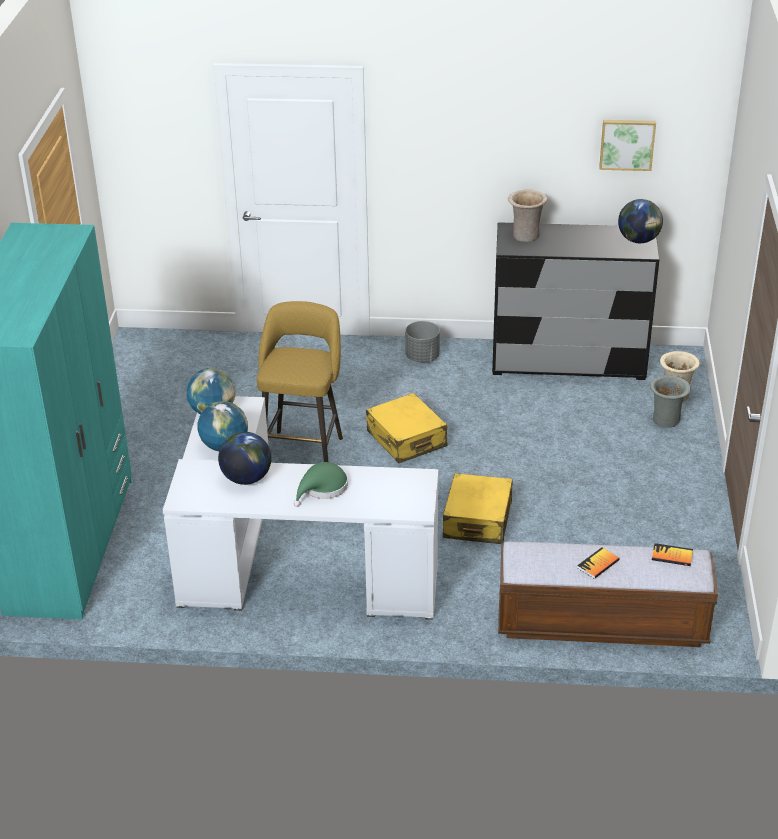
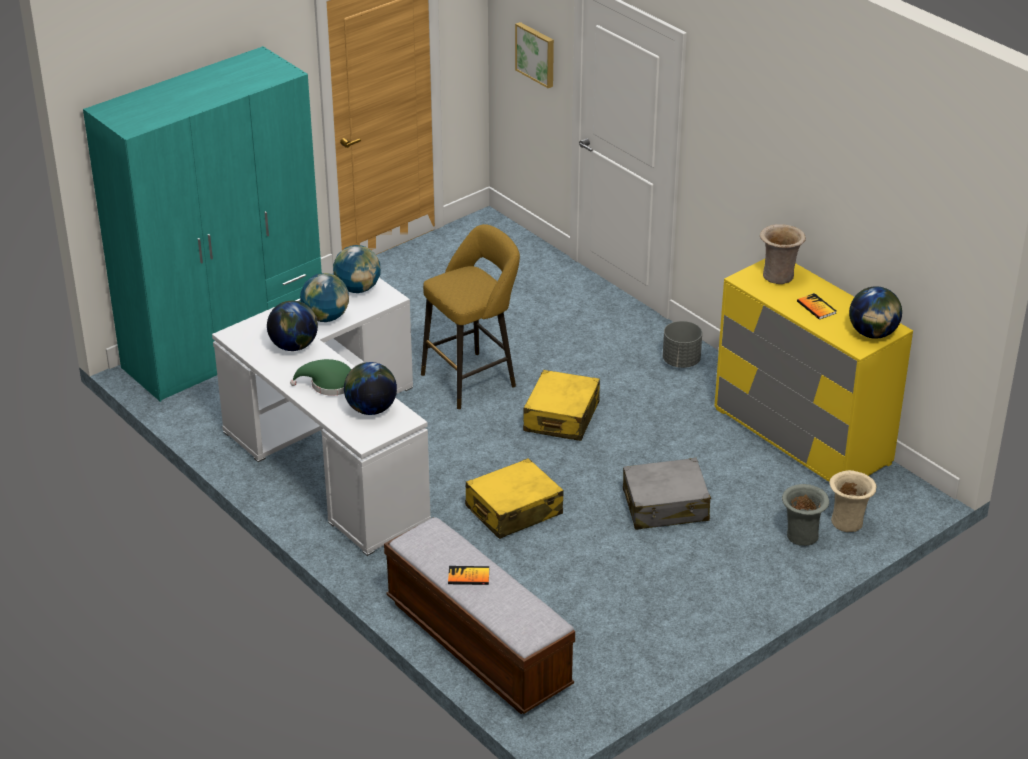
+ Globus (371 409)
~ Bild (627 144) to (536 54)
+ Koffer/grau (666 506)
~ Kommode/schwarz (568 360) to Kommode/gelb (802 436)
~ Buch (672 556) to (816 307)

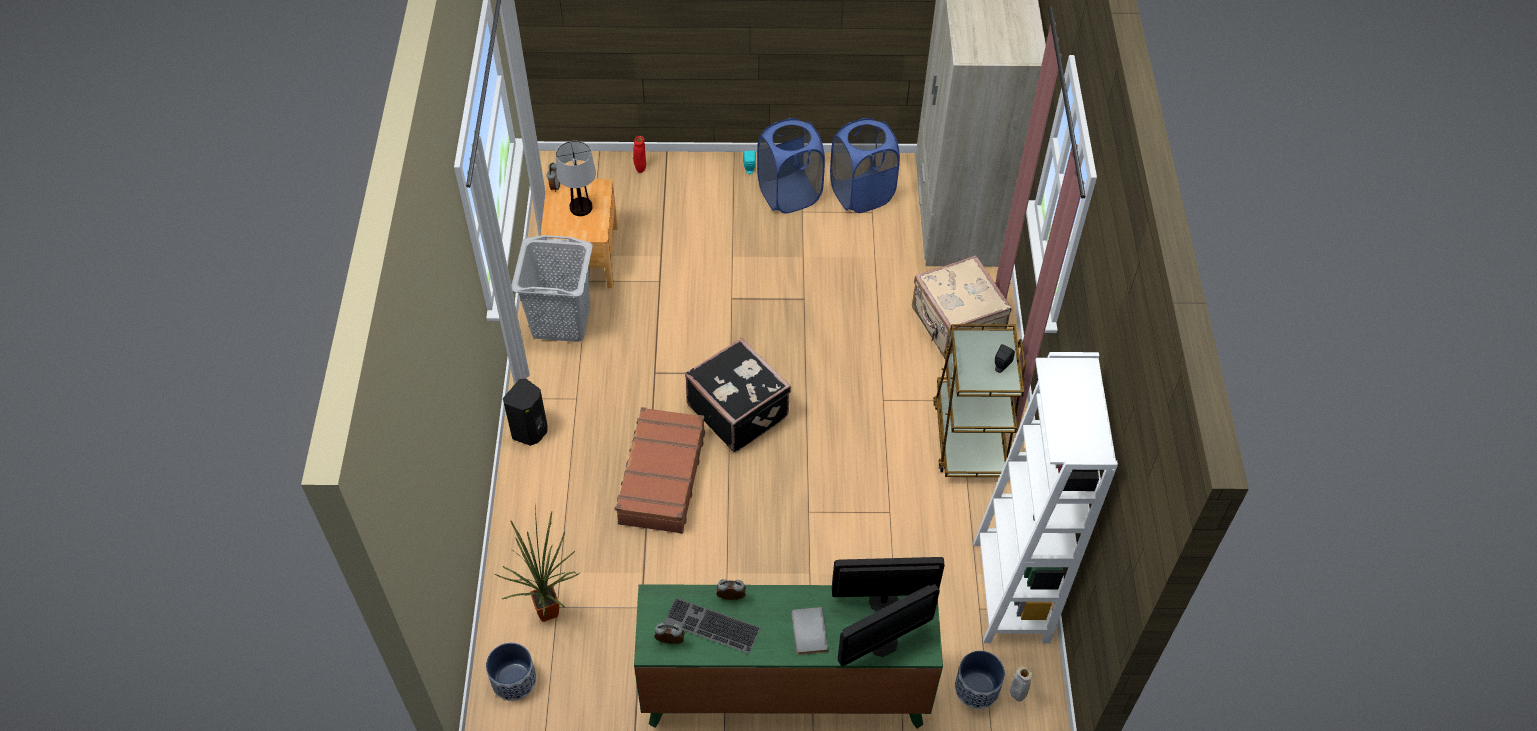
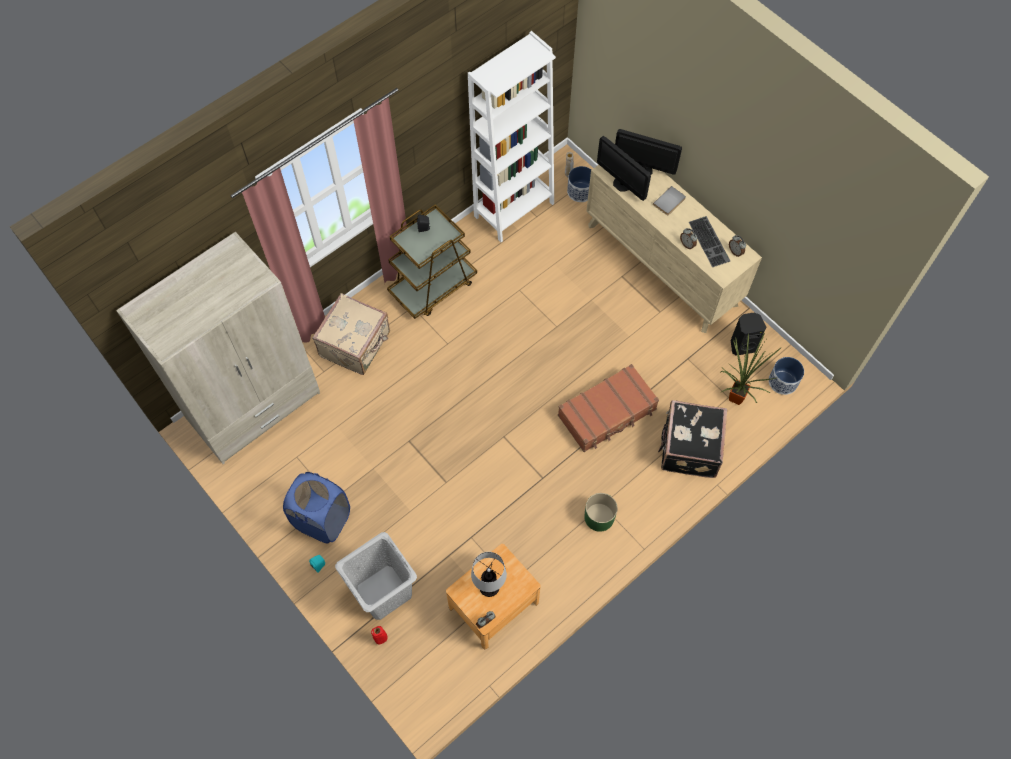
~ Wäschekorb/grau (562 320) to (383 591)
+ Pflanzkübel/grün (599 517)
~ Kommode/grün (784 690) to Kommode/beige (662 265)
~ Koffer/schwarz (738 410) to (688 448)
~ Lautsprecher/schwarz (531 432) to (742 345)
- Wäschekorb/blau (861 194)

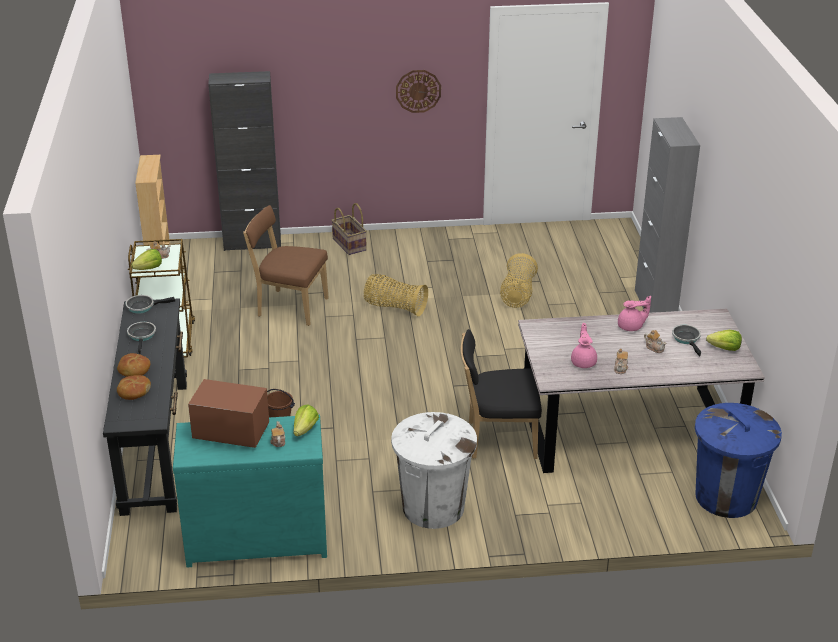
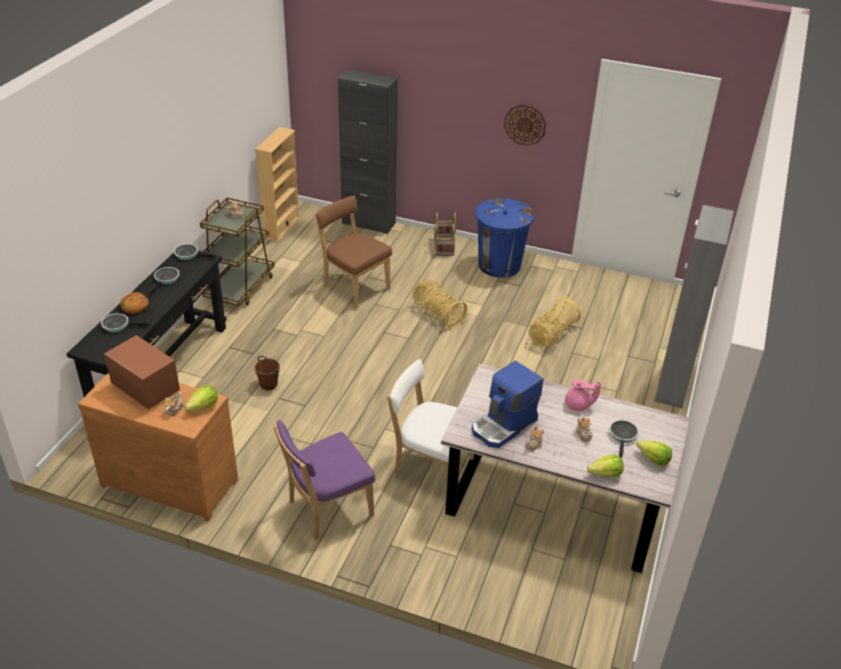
~ Kommode/türkis (256 536) to Kommode/braun (171 480)
~ Brot (133 392) to Pfanne (118 325)
~ Mülleimer/weiß (433 507) to Stuhl/lila (326 510)
~ Stuhl/schwarz (497 440) to Stuhl/weiß (430 466)
~ Teekanne/rosa (583 362) to Kaffeemaschine (504 426)
~ Mülleimer/blau (726 497) to (499 265)
~ Salatkopf (149 268) to (605 474)

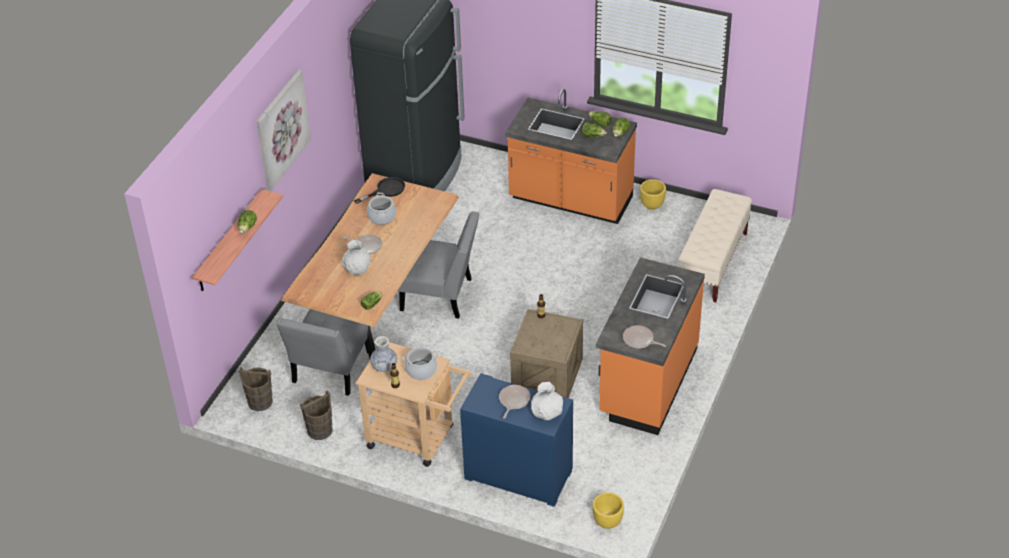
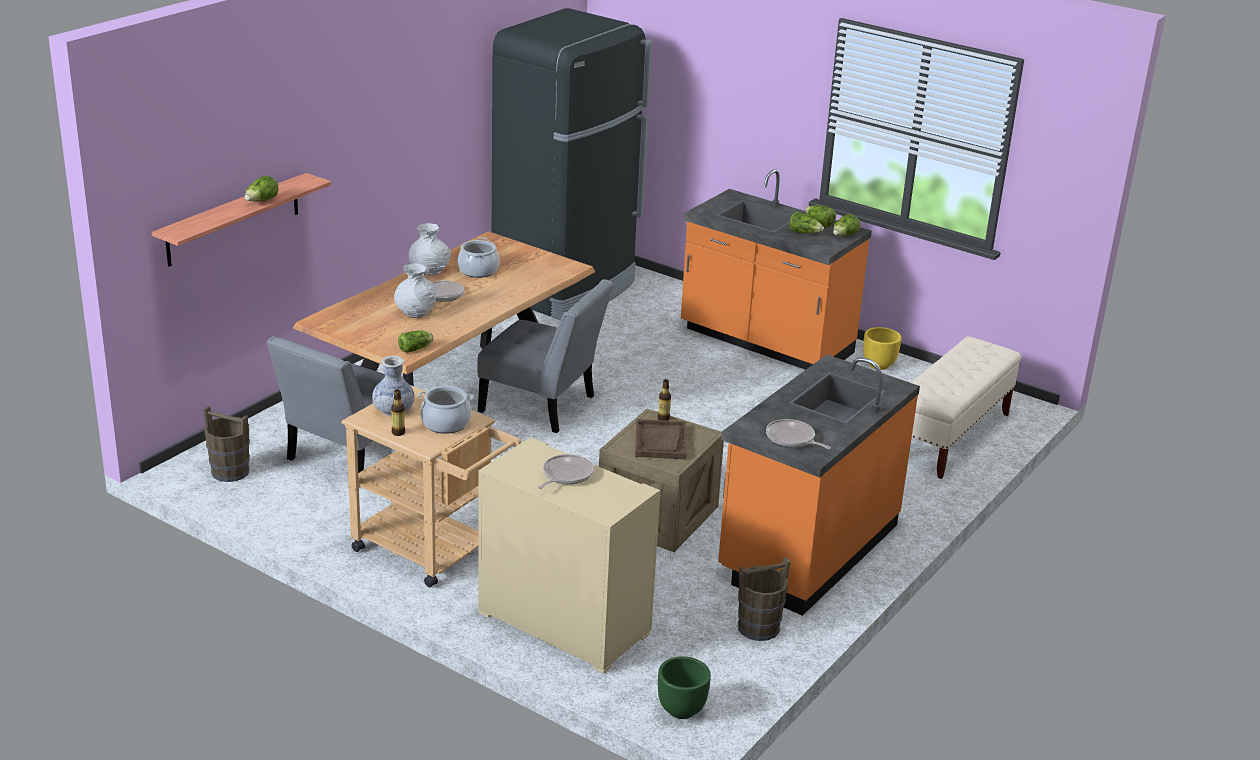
~ Vase/weiß (547 413) to (430 271)
~ Kommode/blau (518 475) to Kommode/beige (563 623)
+ Tablett/braun (660 441)
~ Pflanzkübel/gelb (608 522) to Pflanzkübel/grün (682 710)
~ Eimer/braun (319 430) to (758 628)
- Bild (282 129)
- Pfanne/schwarz (386 190)

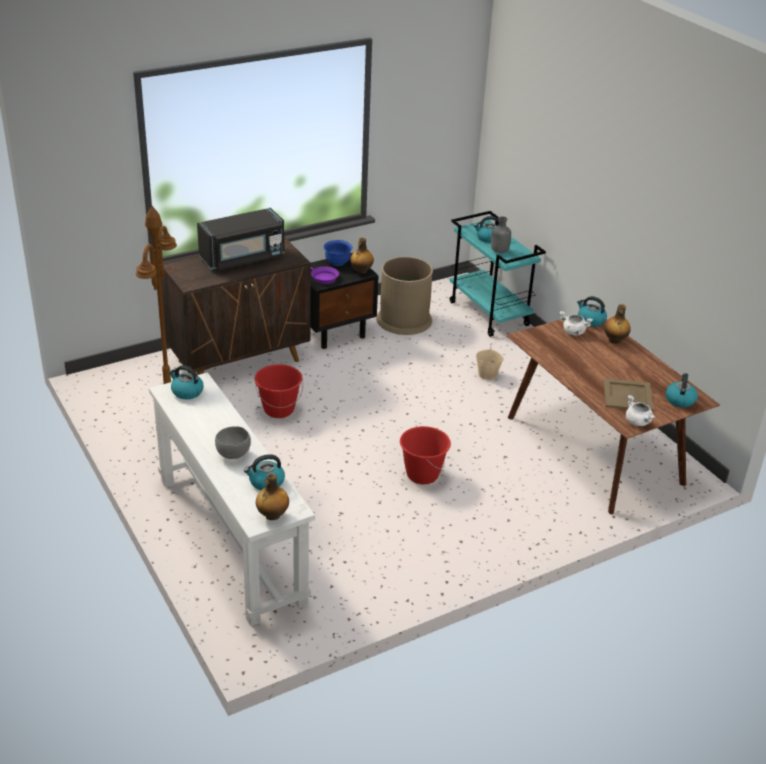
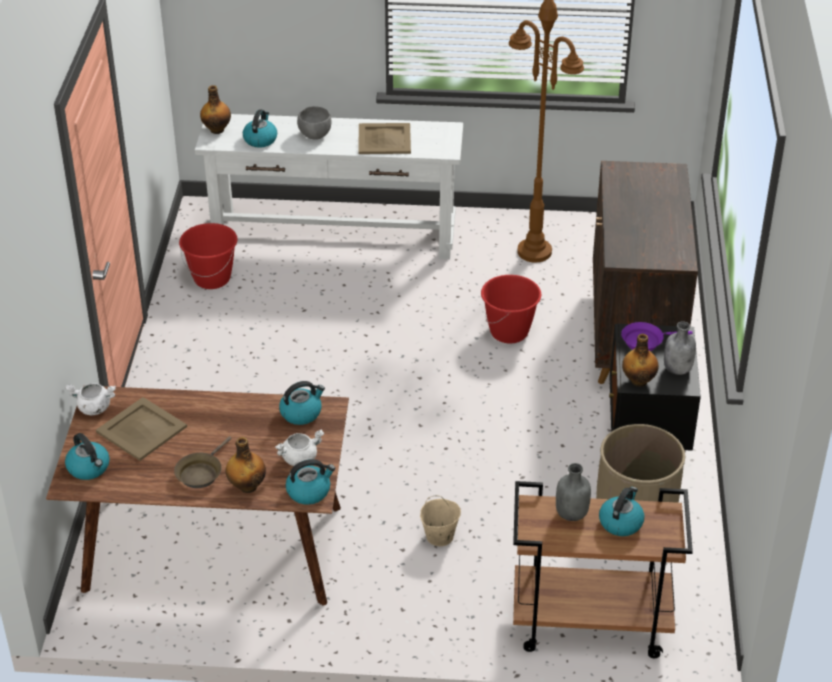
+ Pfanne/braun (201 472)
~ Eimer/rot (422 474) to (212 278)
~ Wasserkessel (186 392) to (301 413)
+ Tablett/beige (385 139)
~ Rollwagen/türkis (489 314) to Rollwagen/braun (589 624)
~ Schüssel/blau (337 263) to Flasche/grau (678 369)
- Mikrowelle/schwarz (243 258)

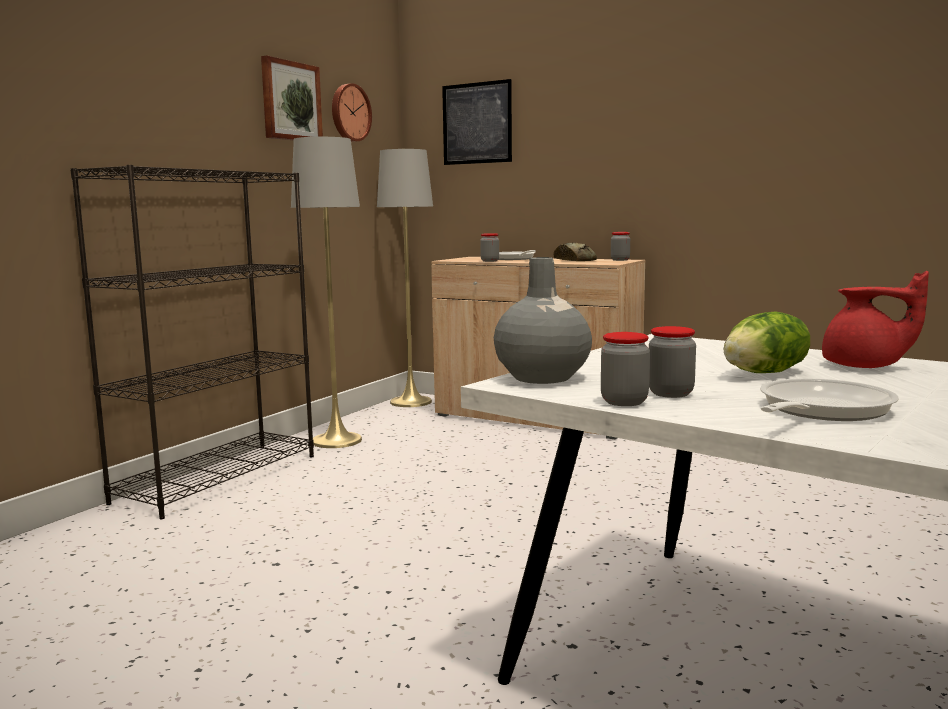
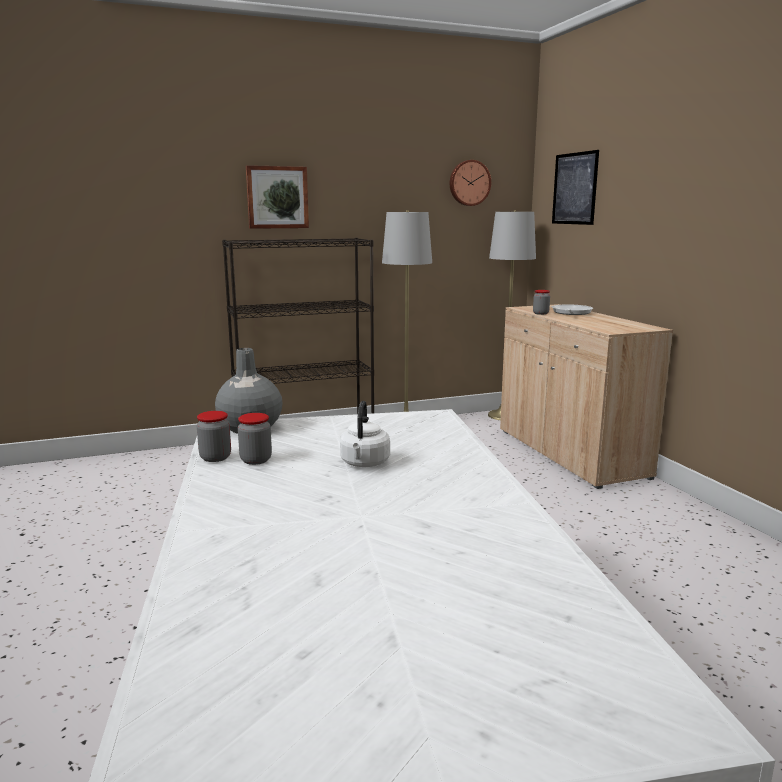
~ Bild (290 101) to (277 197)
~ Salatkopf (765 373) to Wasserkessel/weiß (364 463)
- Brot (575 260)
- Vorratsglas (620 260)
- Pfanne (819 410)
- Teekanne/rot (865 366)

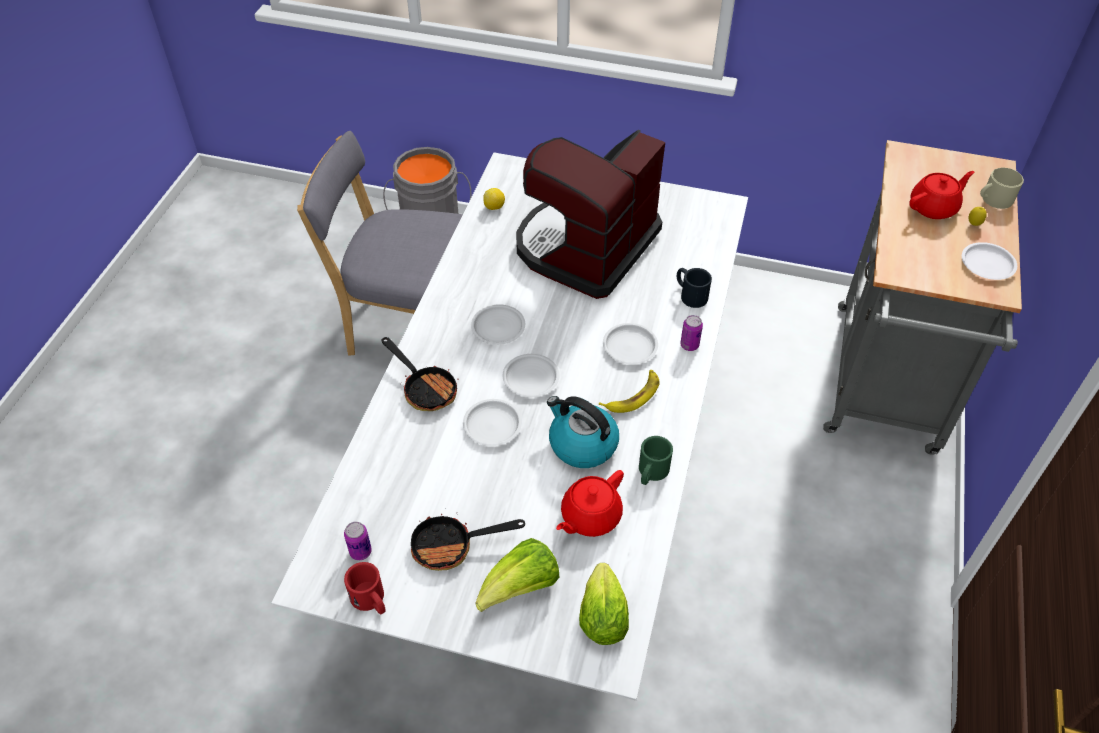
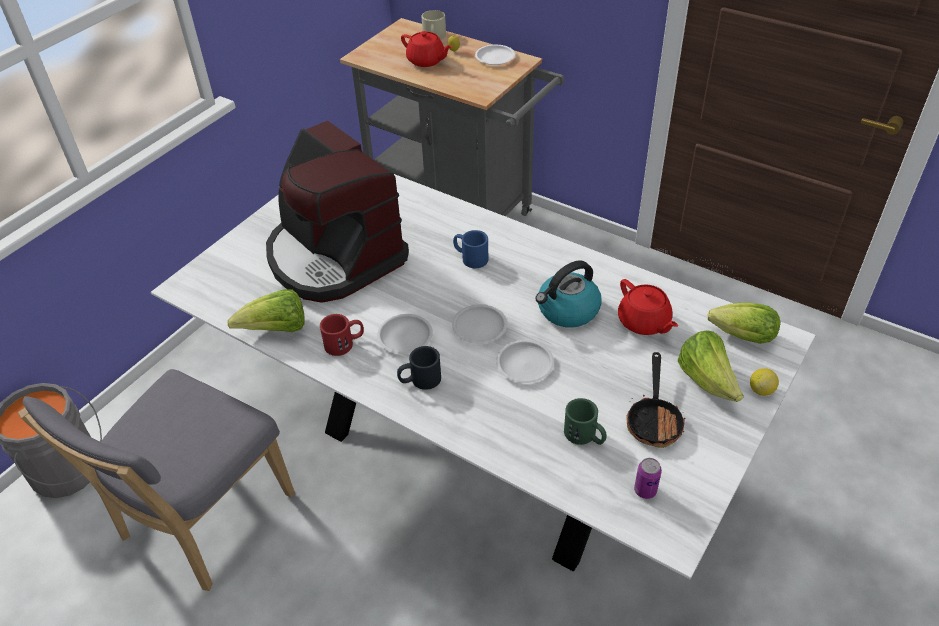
+ Salatkopf (276 330)
~ Henkelbecher/rot (371 601) to (345 343)
~ Henkelbecher/schwarz (690 294) to (419 380)
~ Teekanne/rot (934 207) = (426 61) 135 degrees clockwise
~ Teller/weiß (629 346) to Henkelbecher/blau (470 257)
~ Henkelbecher/grün (651 473) to (585 436)
~ Zitrone (494 207) to (761 390)
- Pfanne (425 388)
- Banane (633 395)
- Dose (689 345)

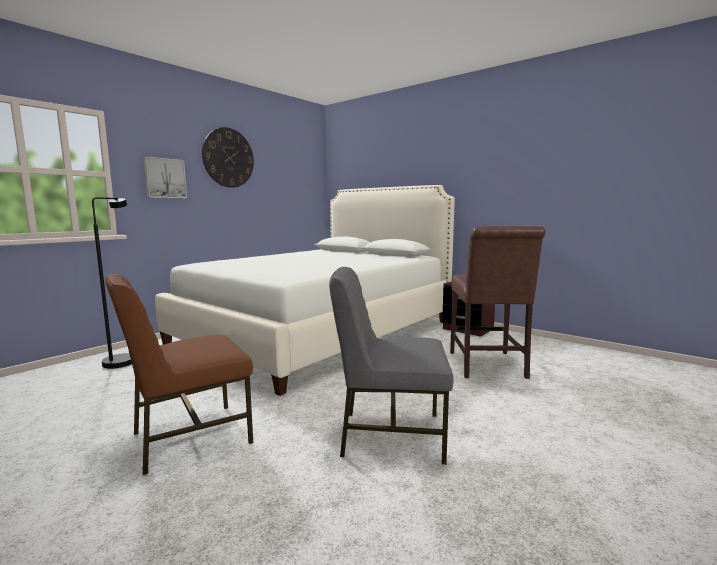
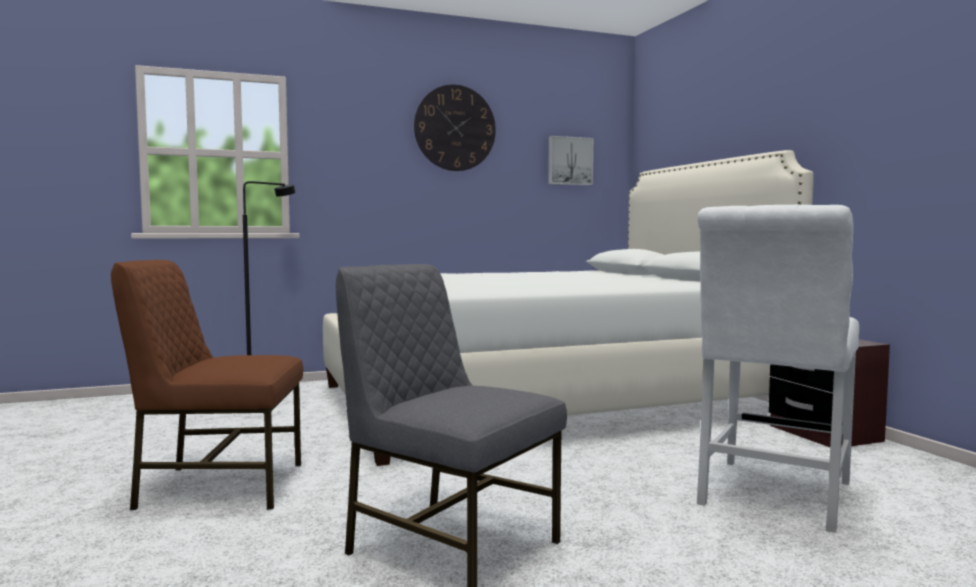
~ Bild (164 178) to (569 161)
~ Stuhl/braun (487 366) to Stuhl/weiß (772 496)

